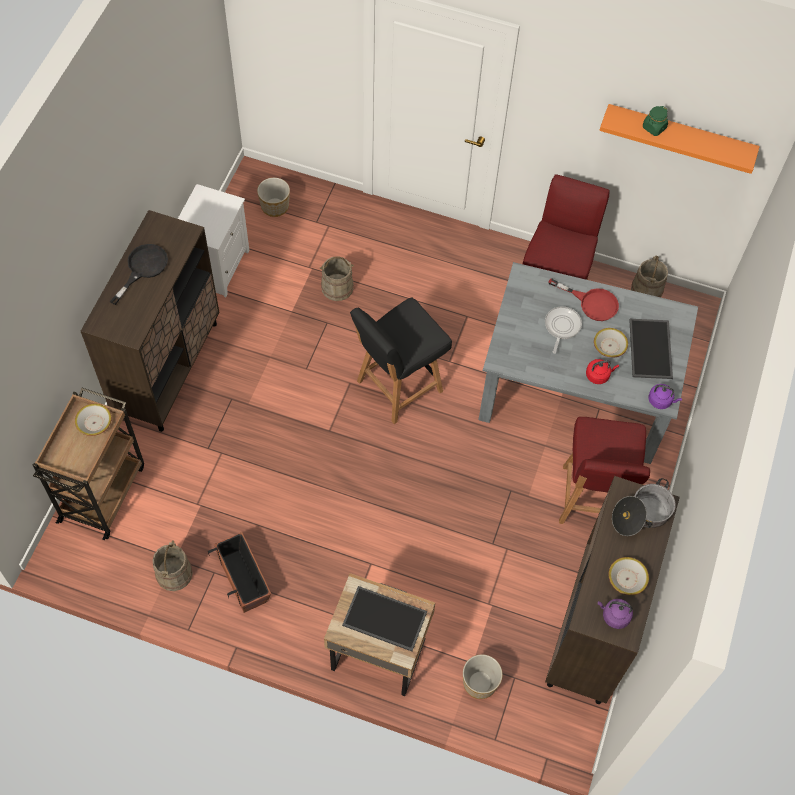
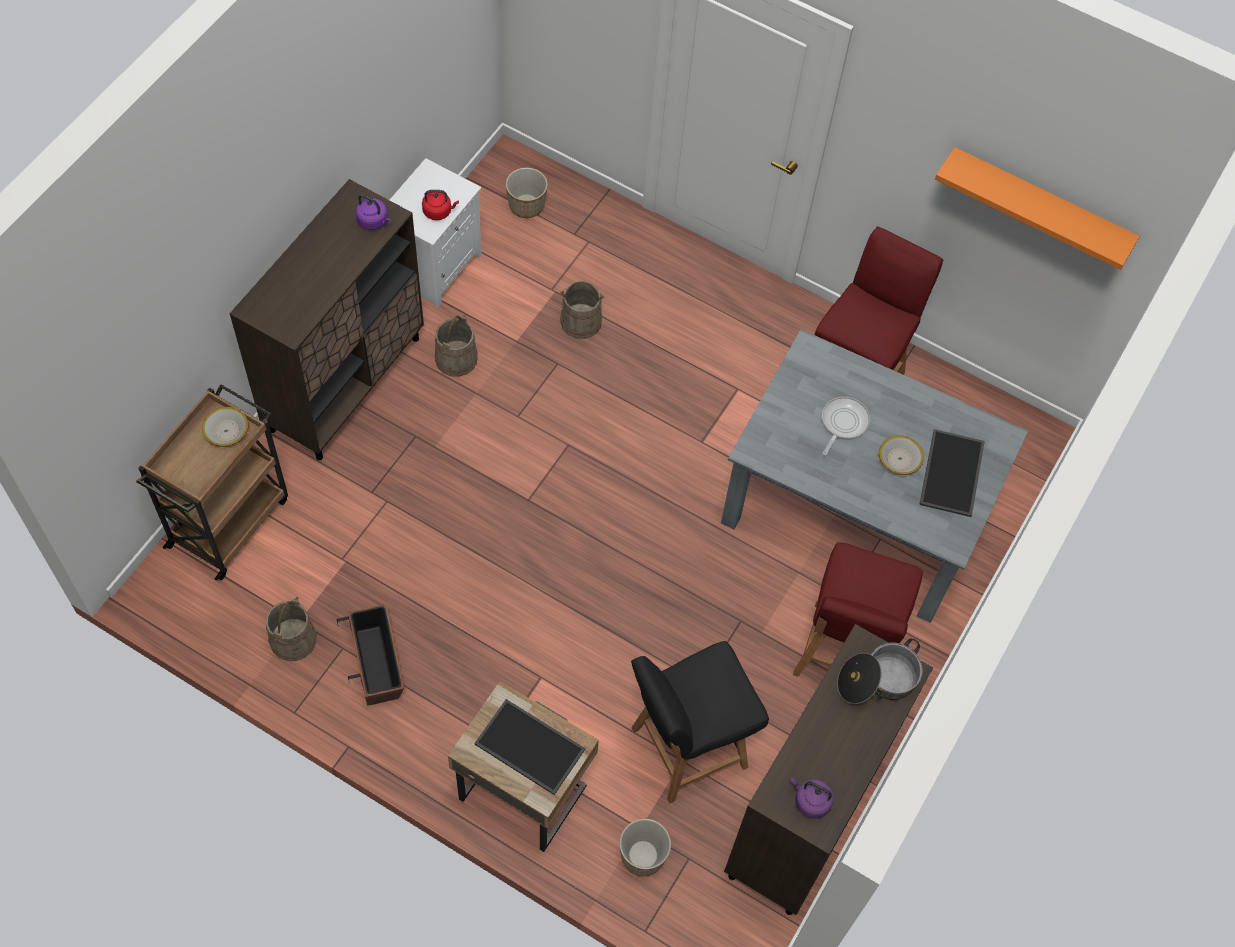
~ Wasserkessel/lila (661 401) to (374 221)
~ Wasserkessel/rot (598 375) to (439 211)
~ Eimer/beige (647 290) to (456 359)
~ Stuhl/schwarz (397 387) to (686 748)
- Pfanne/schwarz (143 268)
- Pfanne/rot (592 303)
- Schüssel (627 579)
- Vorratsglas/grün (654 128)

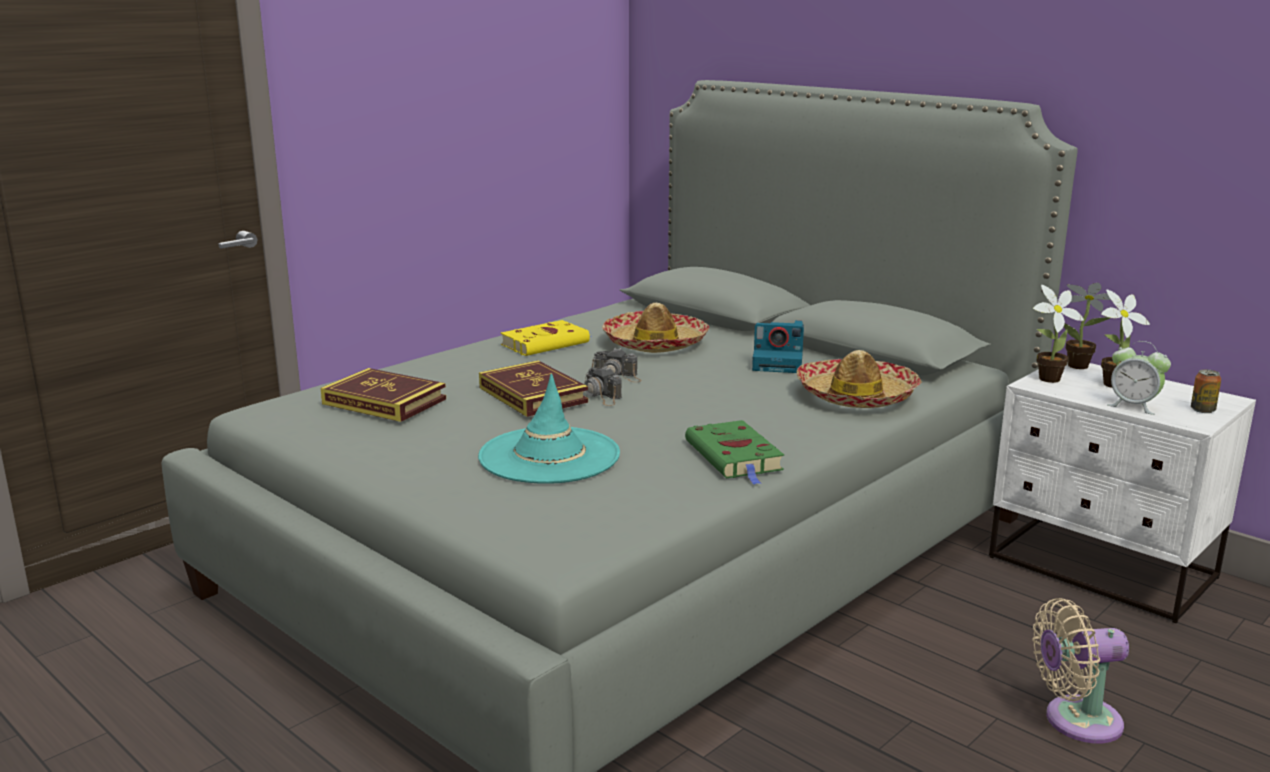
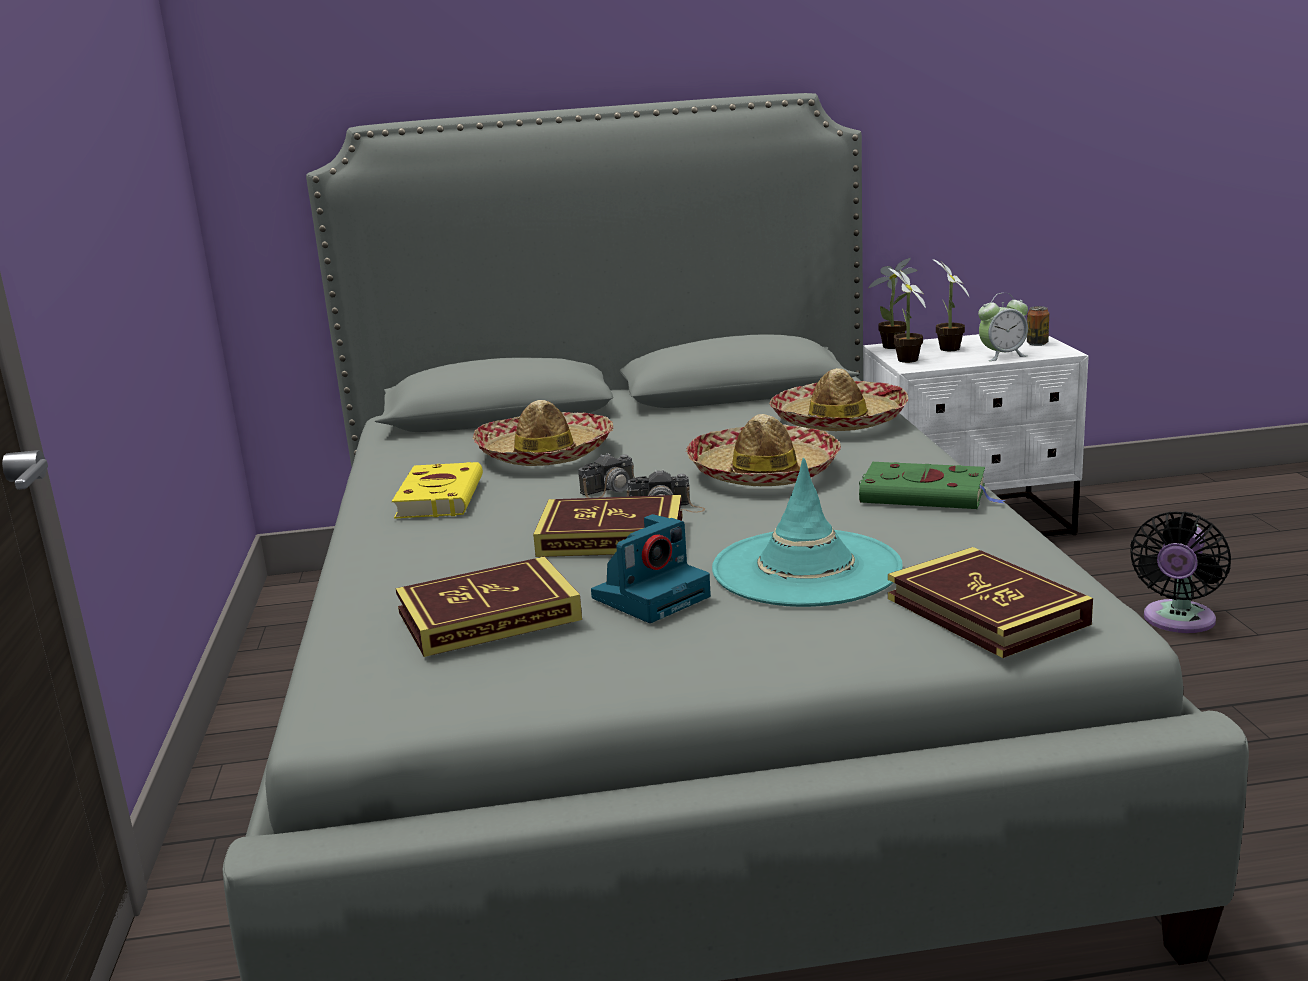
~ Kamera (779 363) to (652 596)
+ Hut (763 472)
+ Buch (986 611)
~ Ventilator/beige (1075 721) to Ventilator/schwarz (1177 621)

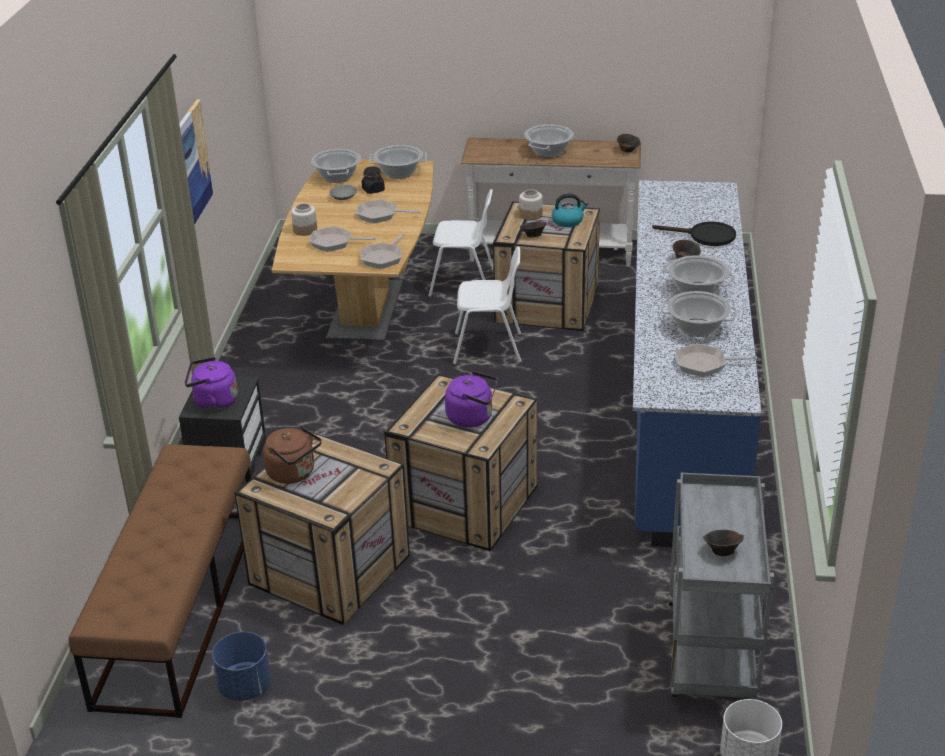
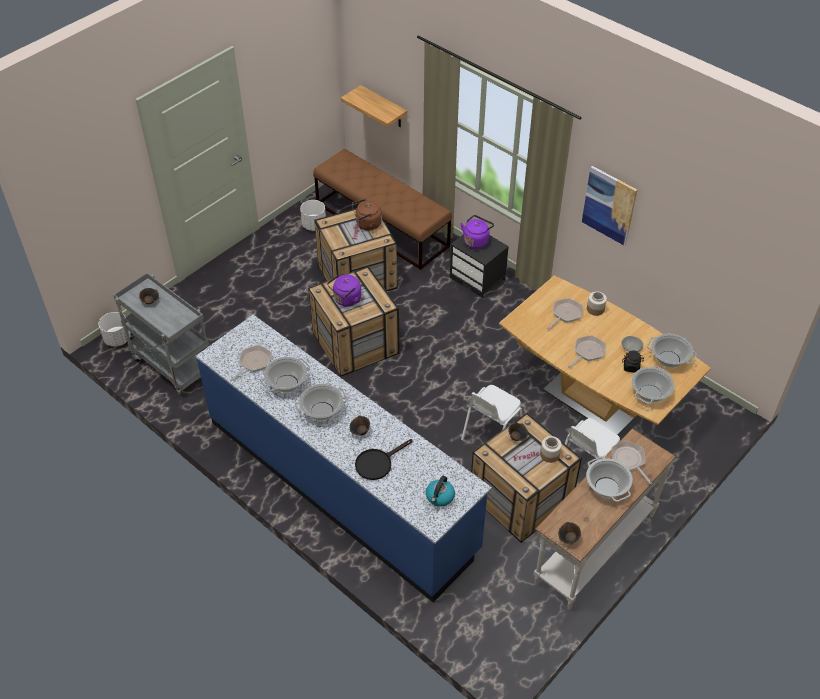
~ Pflanzkübel/blau (244 687) to Pflanzkübel/weiß (314 225)
+ Wandregal (384 107)
~ Wasserkessel (568 221) to (440 497)
~ Pfanne (383 257) to (629 460)

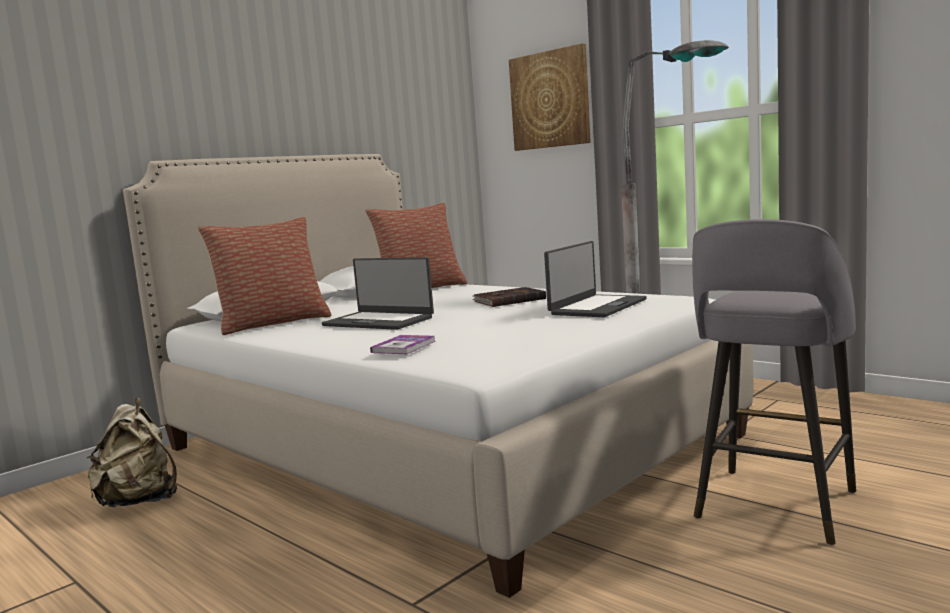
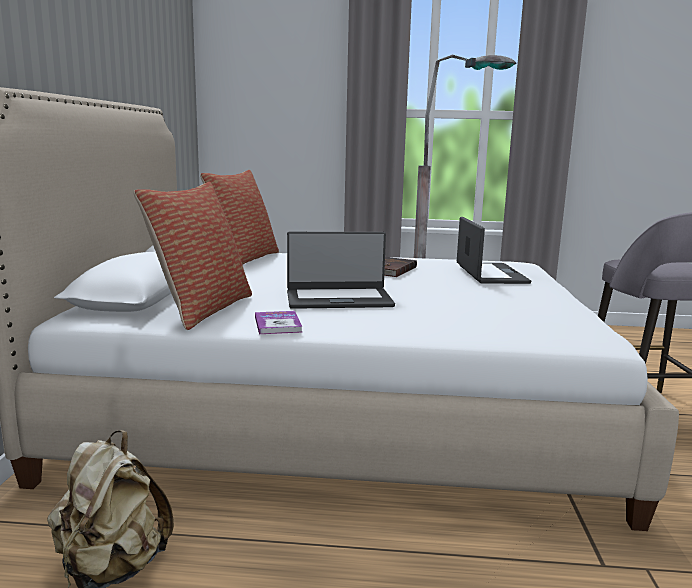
~ Buch (404 347) to (277 324)
- Bild (550 100)

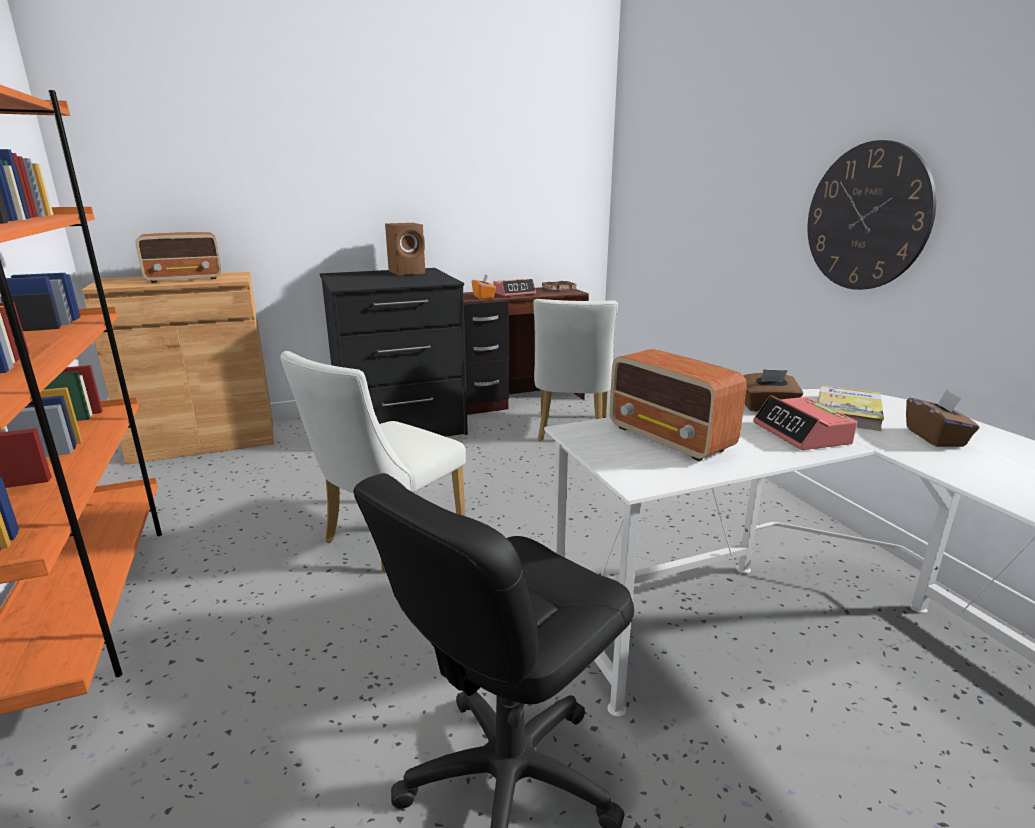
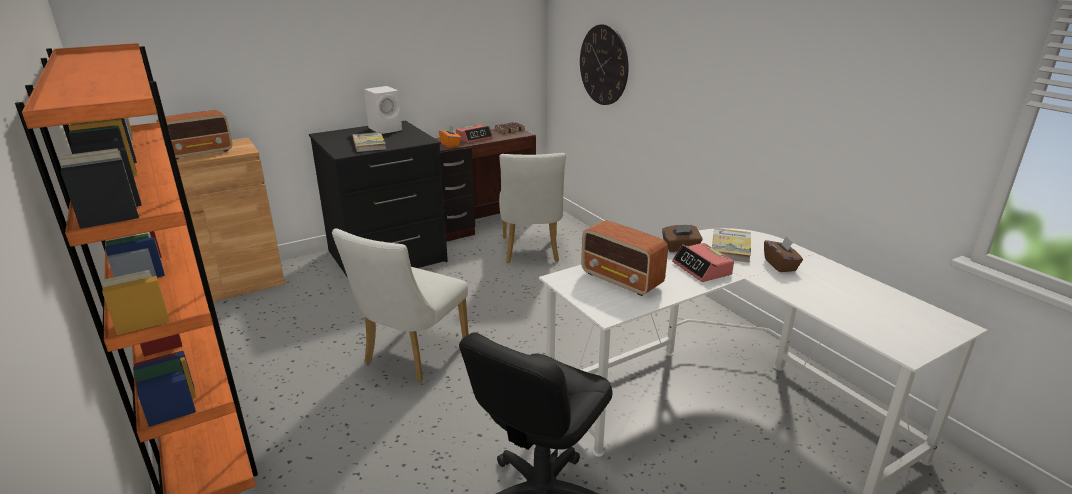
+ Buch (369 144)
~ Lautsprecher/braun (408 272) to Lautsprecher/weiß (386 129)
~ Wanduhr (866 217) to (604 65)

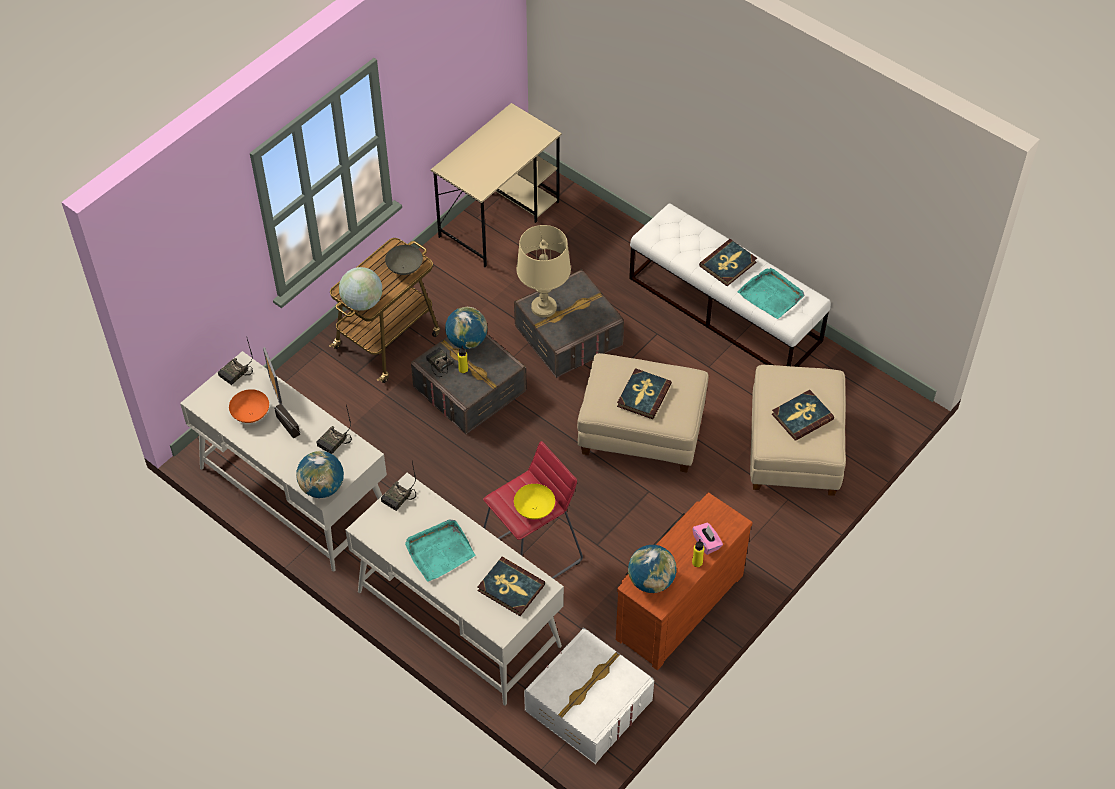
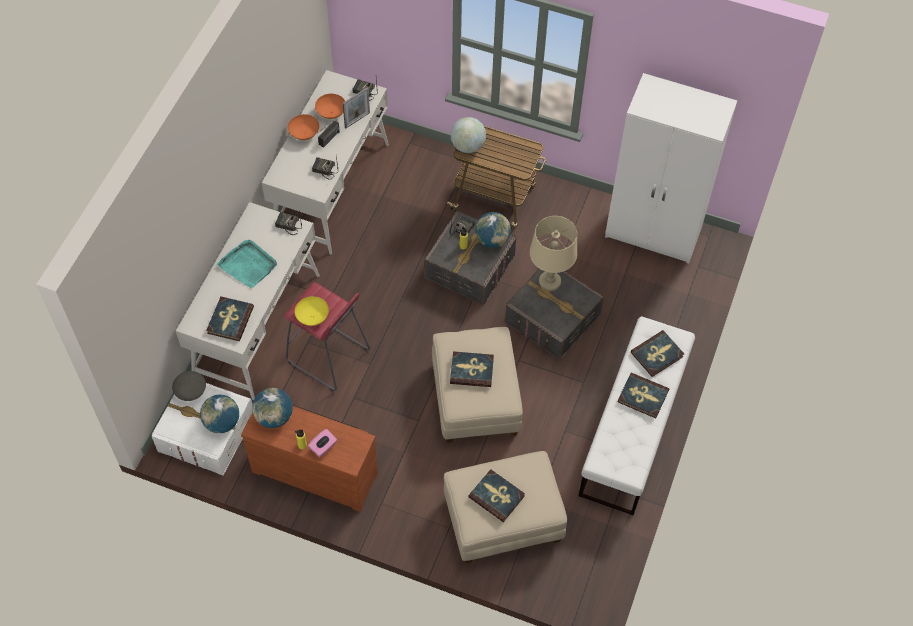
~ Schüssel/grau (404 268) to (190 391)
~ Globus (322 487) to (222 422)
+ Schüssel/orange (304 134)
~ Schreibtisch/beige (500 218) to Kleiderschrank/weiß (654 233)
+ Buch (657 355)
- Tablett/türkis (771 295)

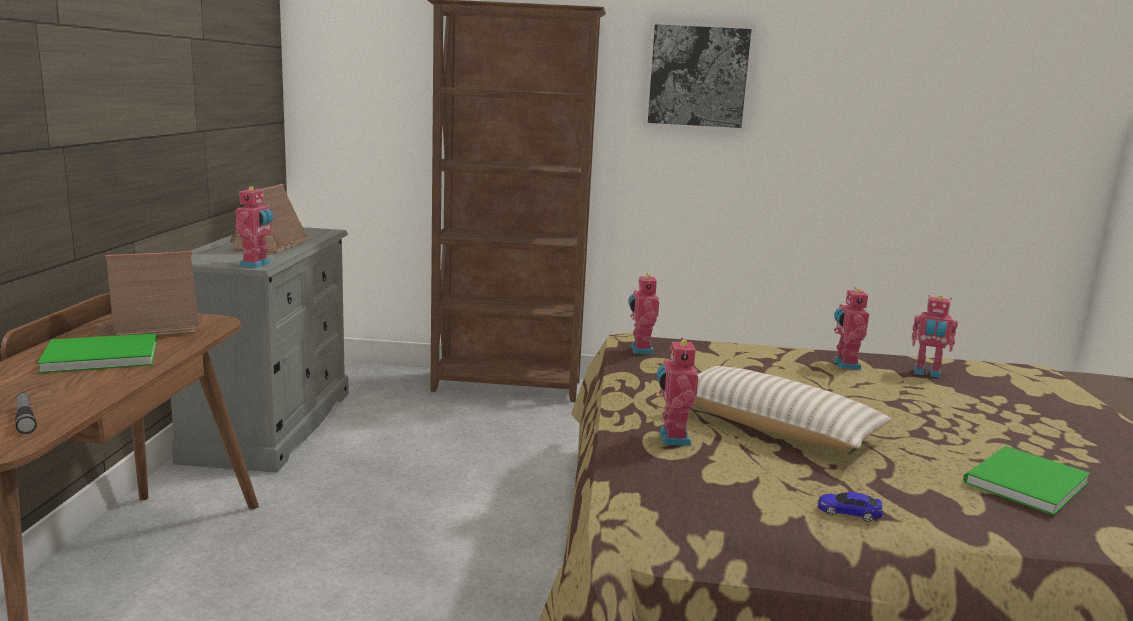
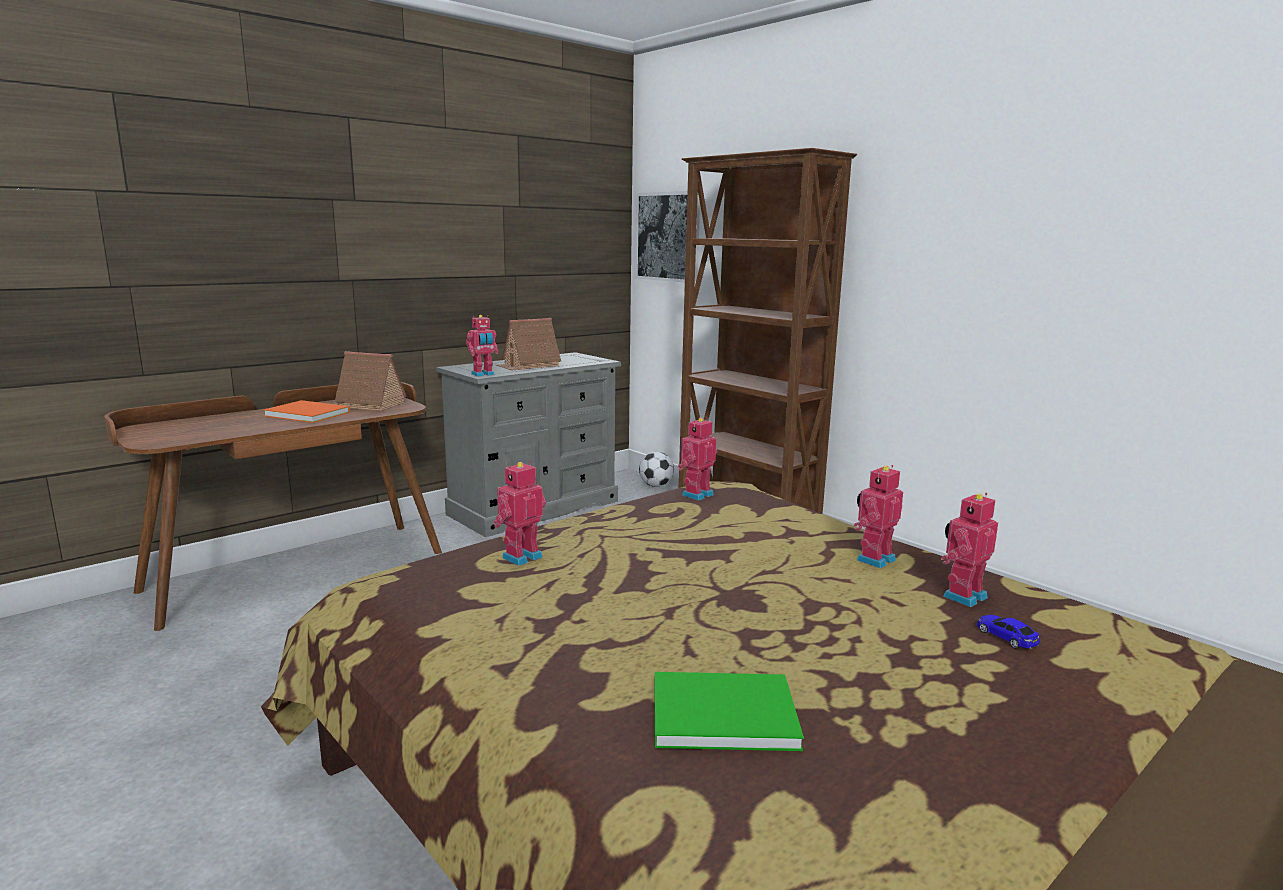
~ Buch/grün (98 356) to Buch/orange (307 413)
~ Bild (698 76) to (668 236)
+ Fußball (656 485)
~ Spielzeugroboter (927 373) = (962 596) 75 degrees clockwise
~ Spielzeugauto (848 513) to (1006 637)
- Taschenlampe (25 418)
- Kissen/beige (773 426)

